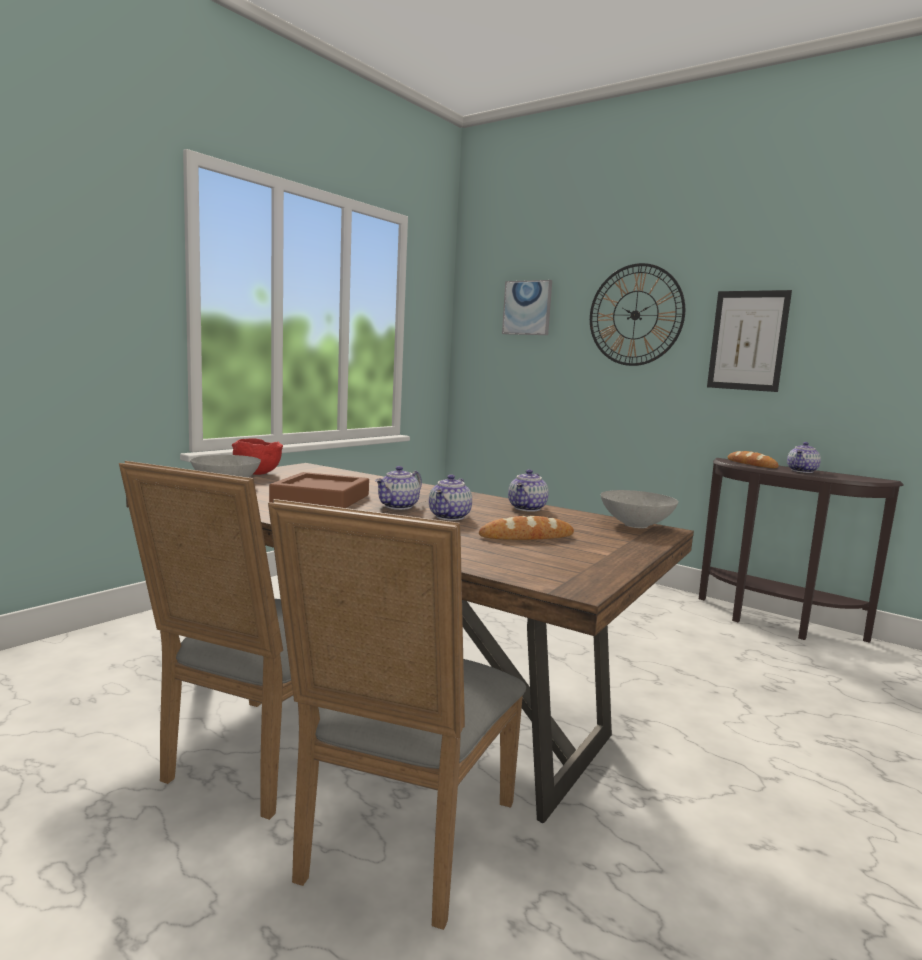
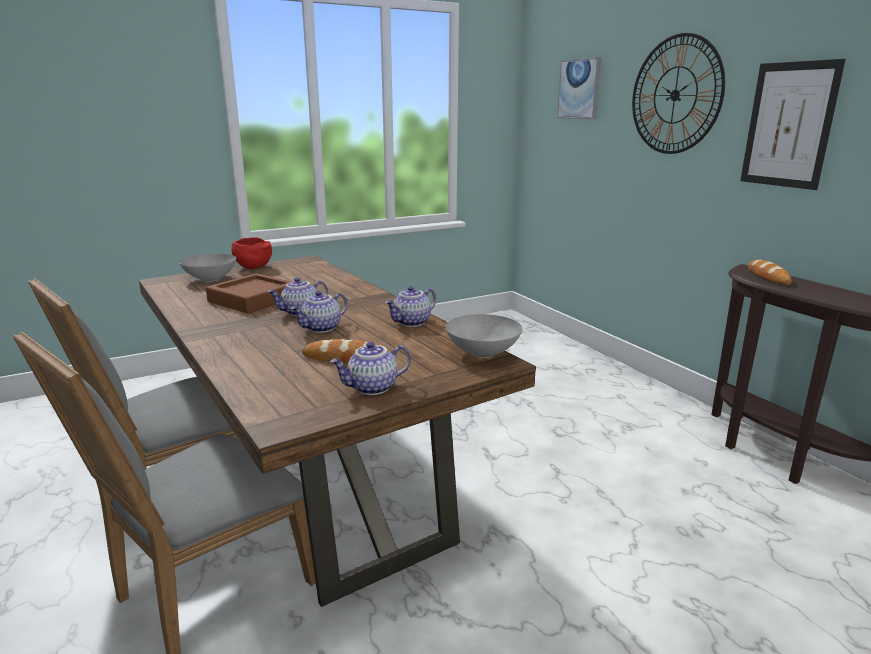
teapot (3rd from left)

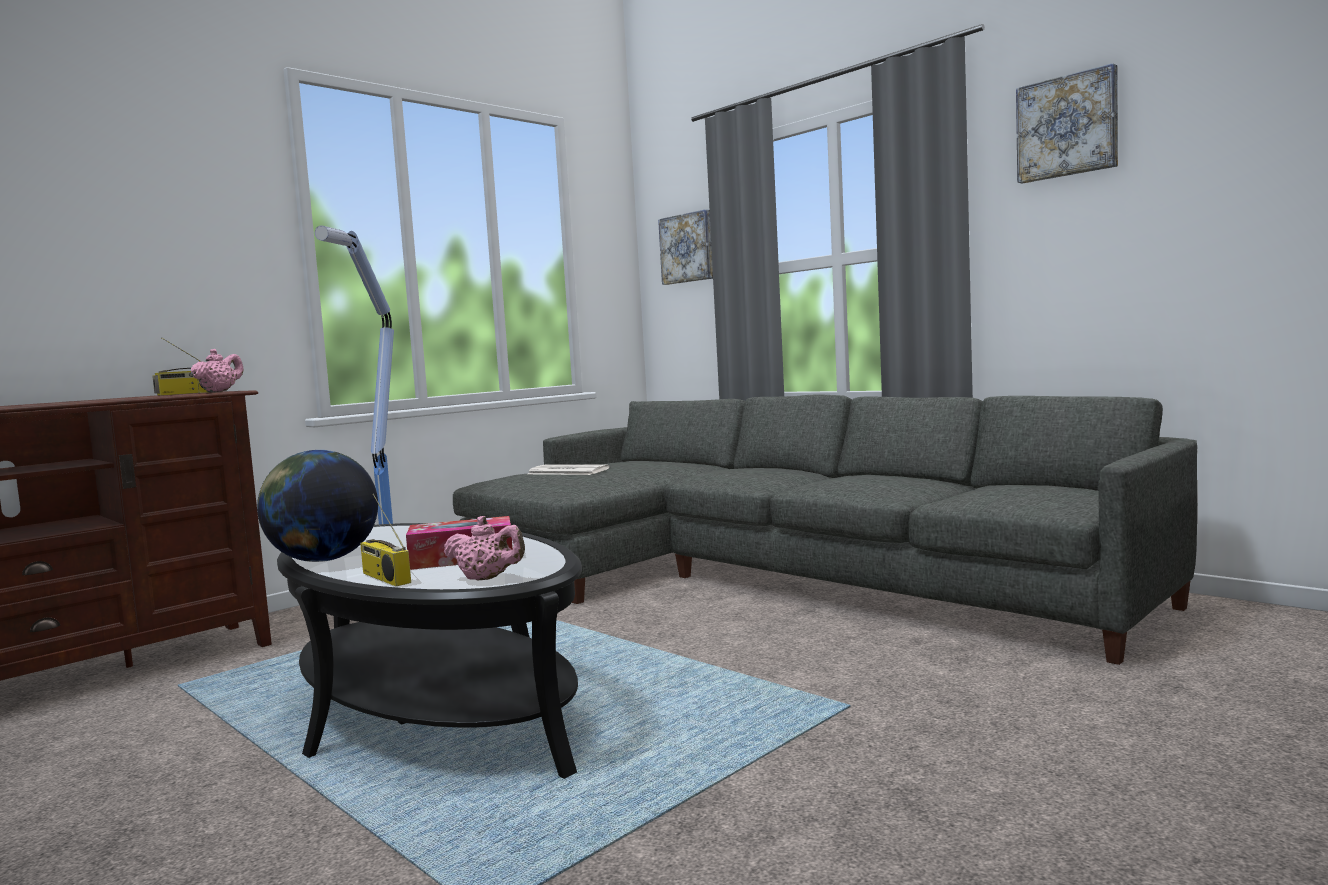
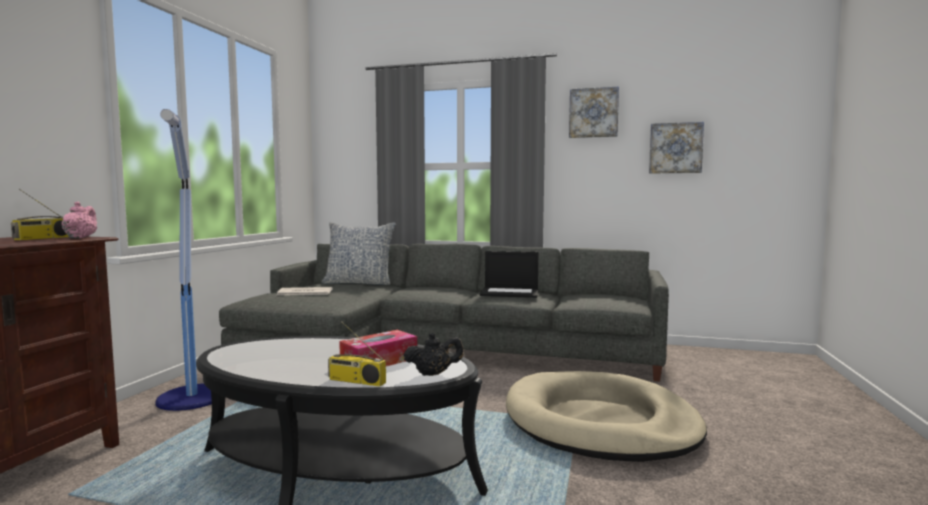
pillow; black teapot; laptop; beige dog bed; picture (2nd from left); globe

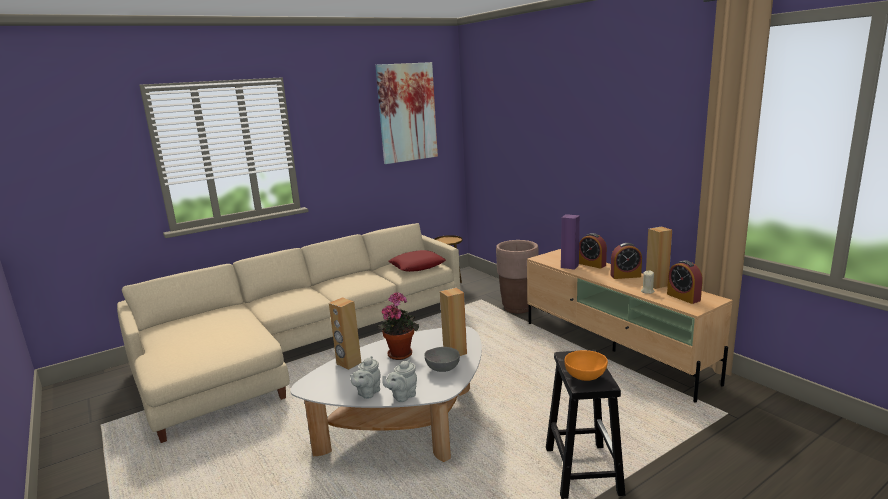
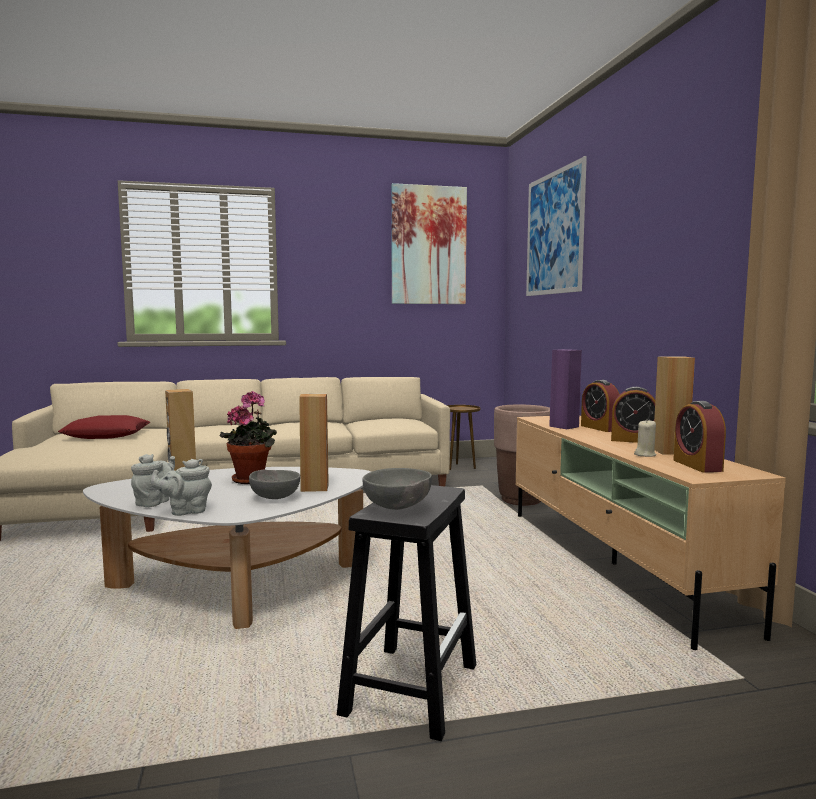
red pillow; grey teapot (1st from left); grey bowl (2nd from left); picture (2nd from left)

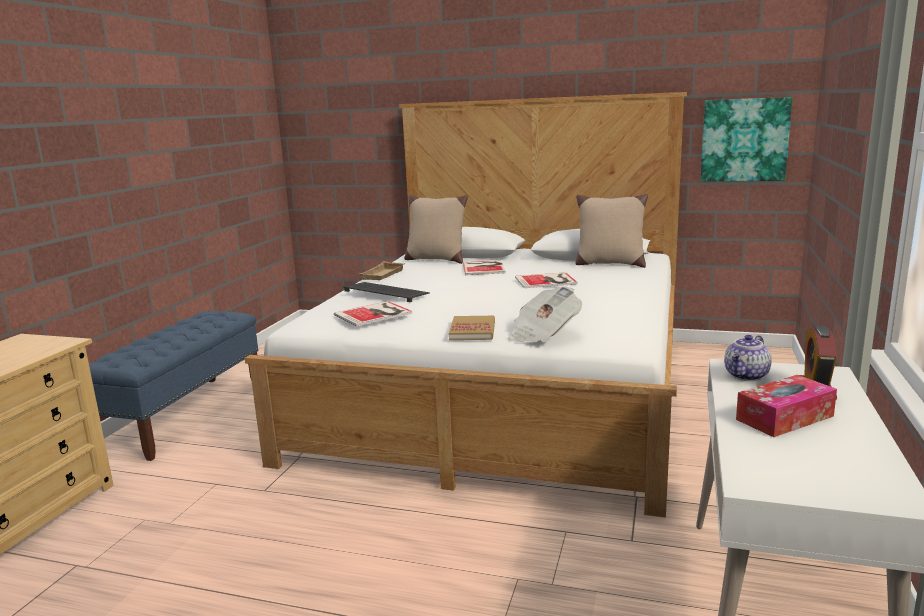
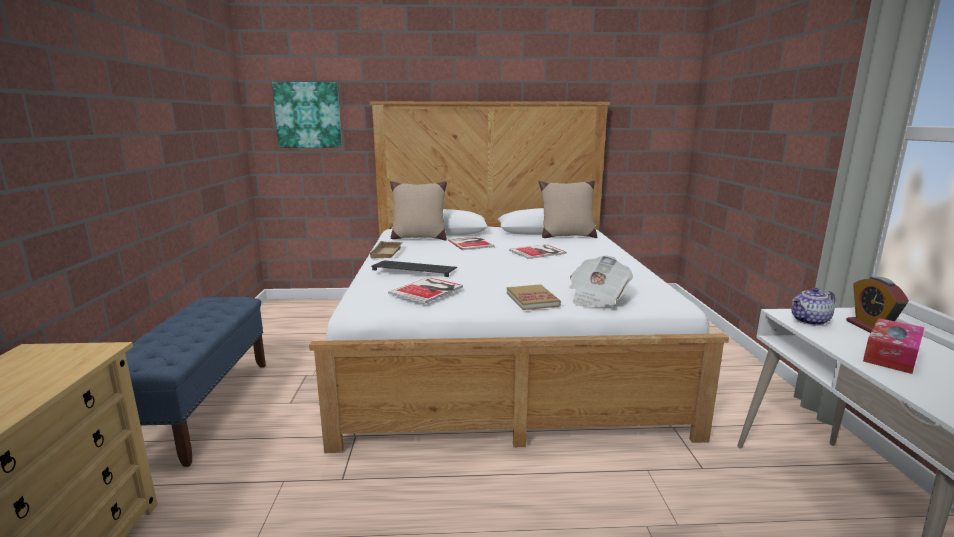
picture; teapot

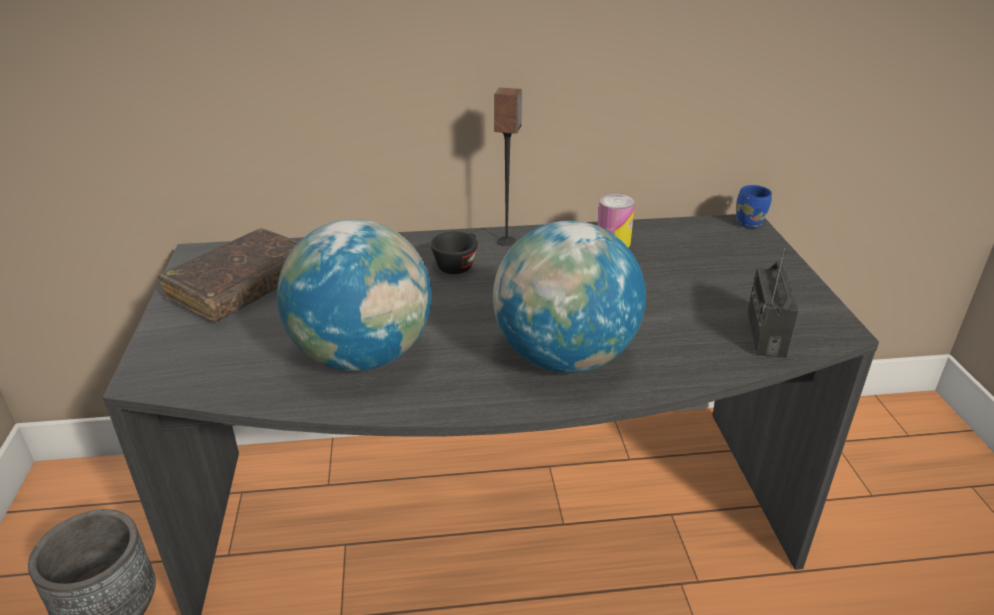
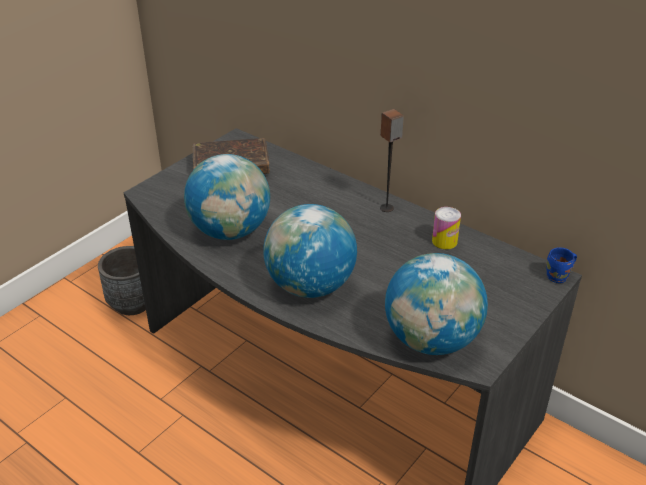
globe (3rd from left); black cup

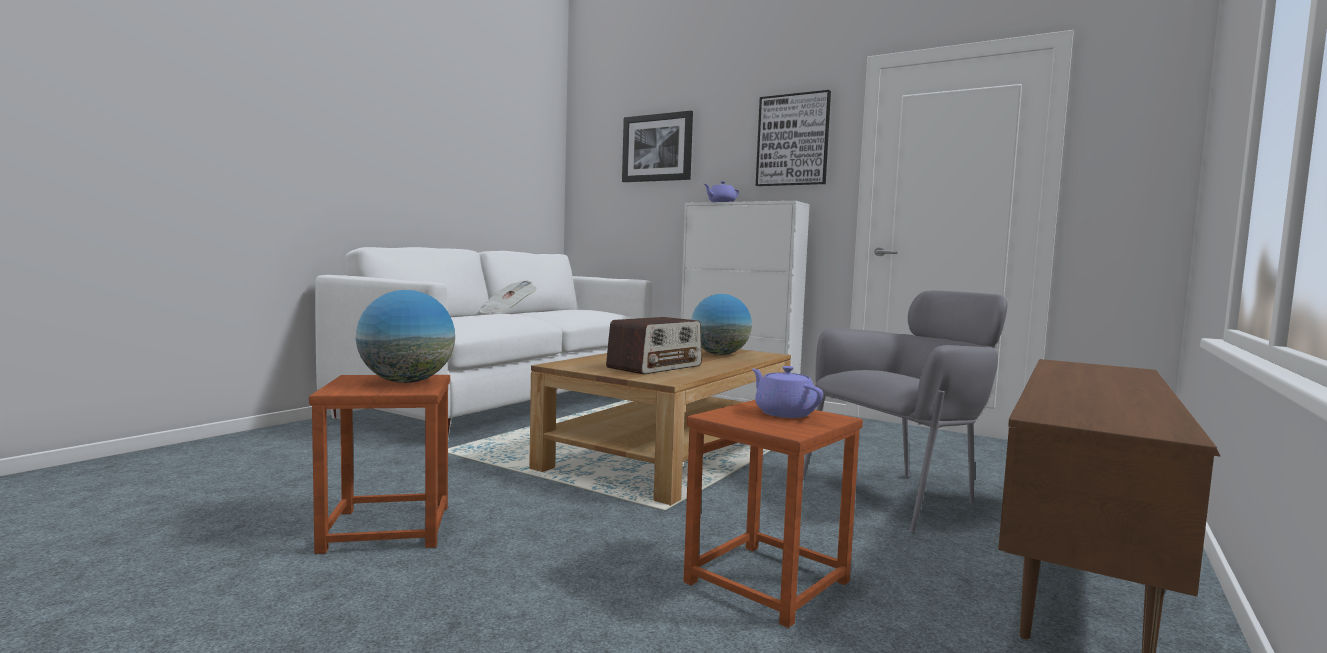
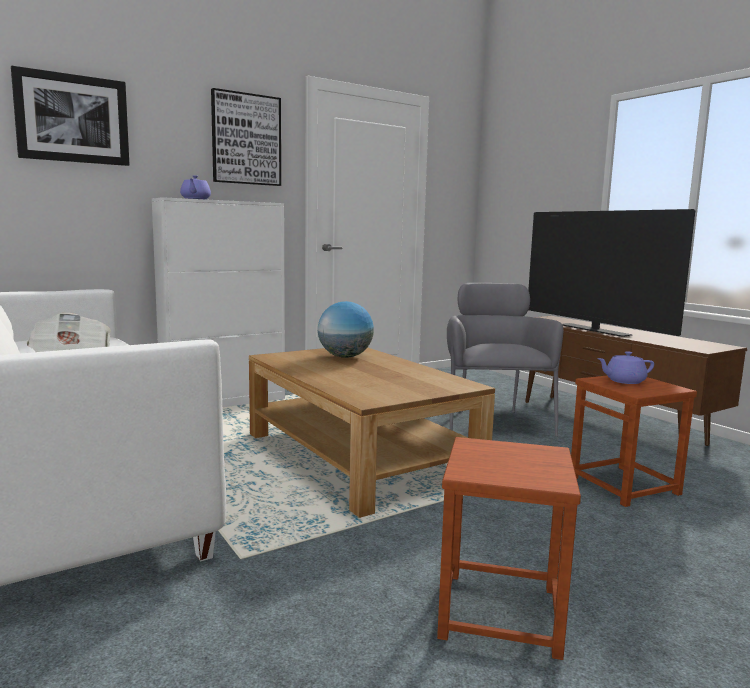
television; globe (1st from left in the first image); radio

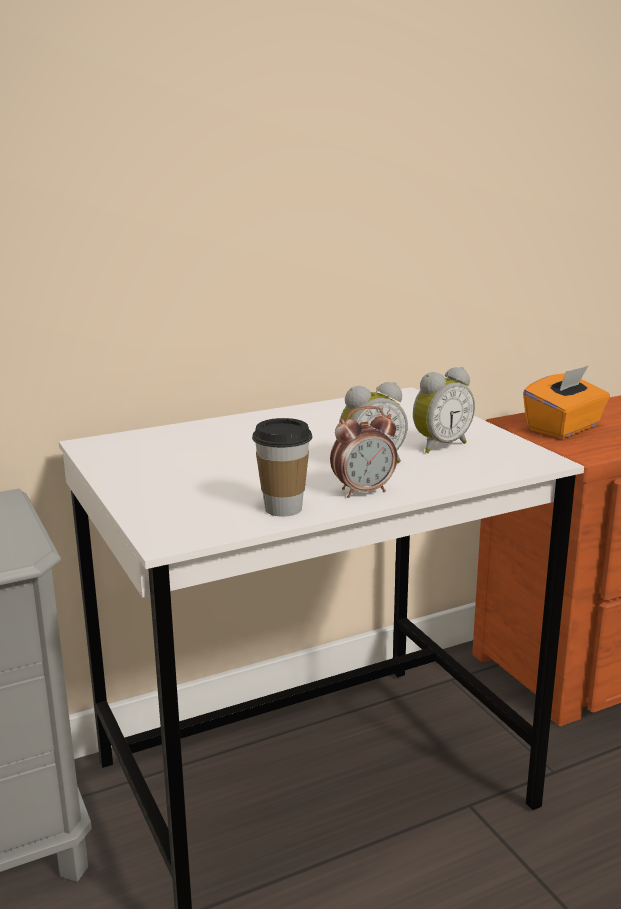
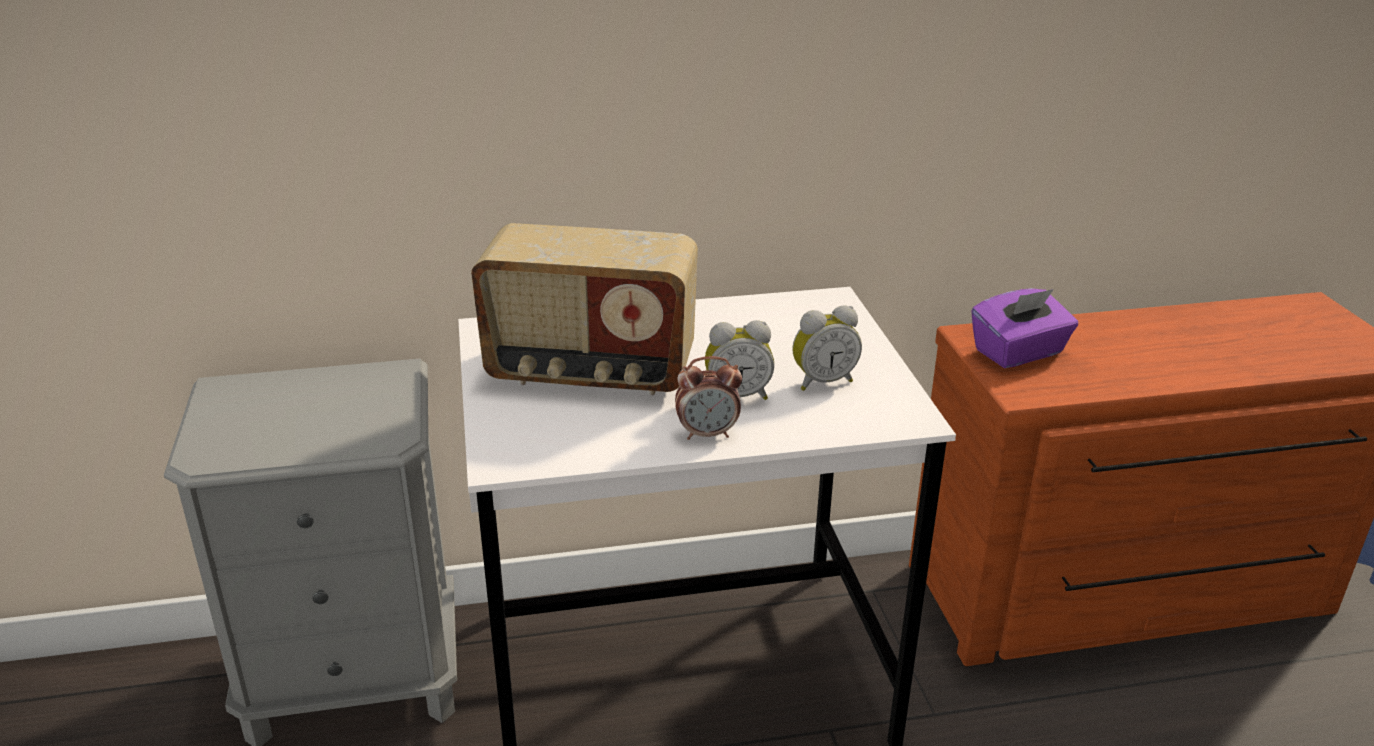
radio; purple tissue box; cup

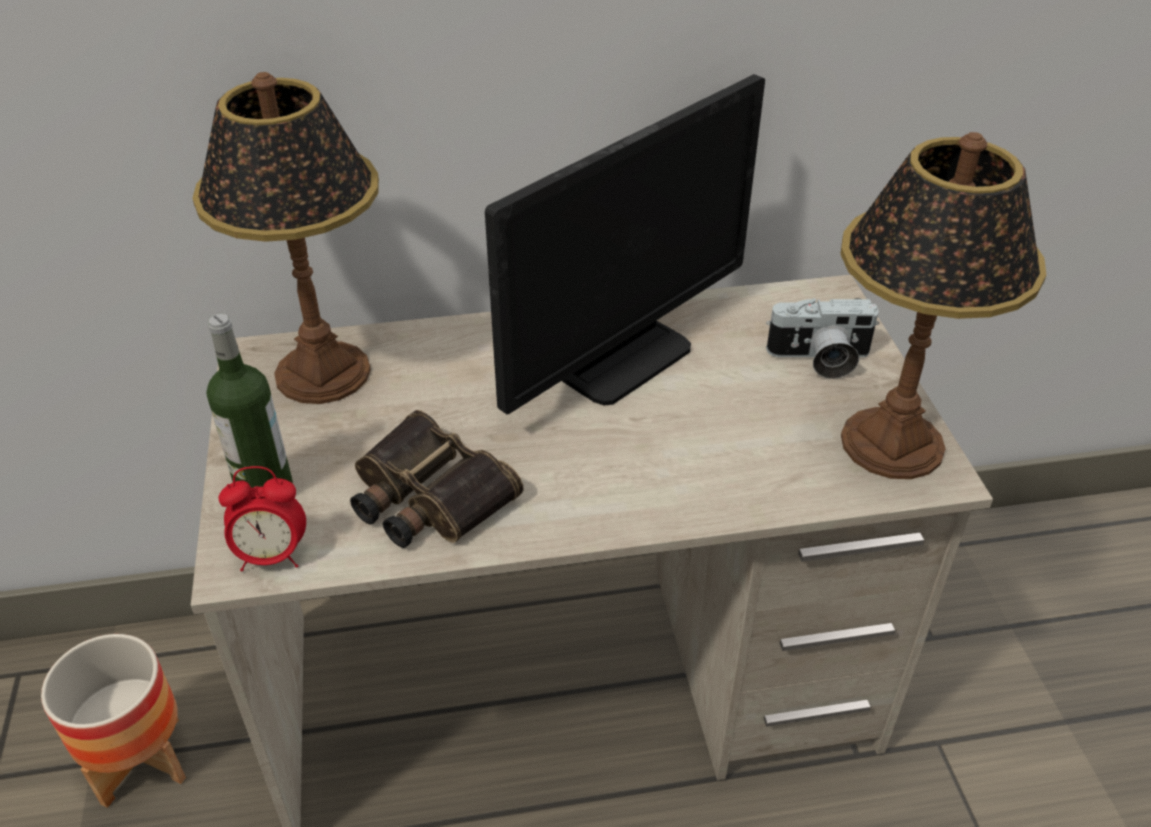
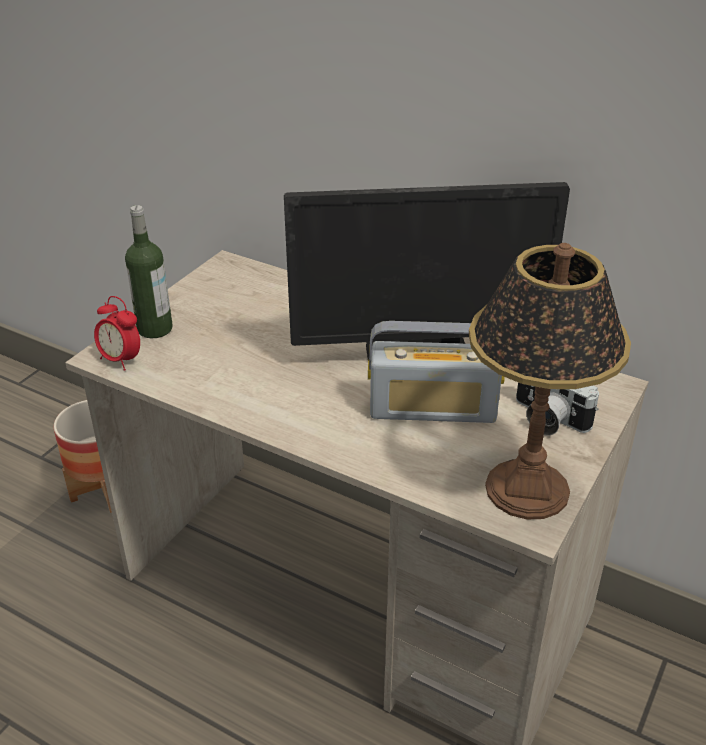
radio; table lamp (1st from left in the first image); binoculars

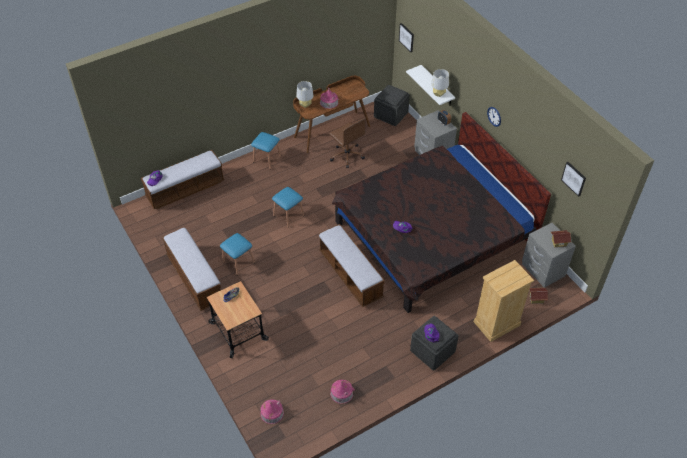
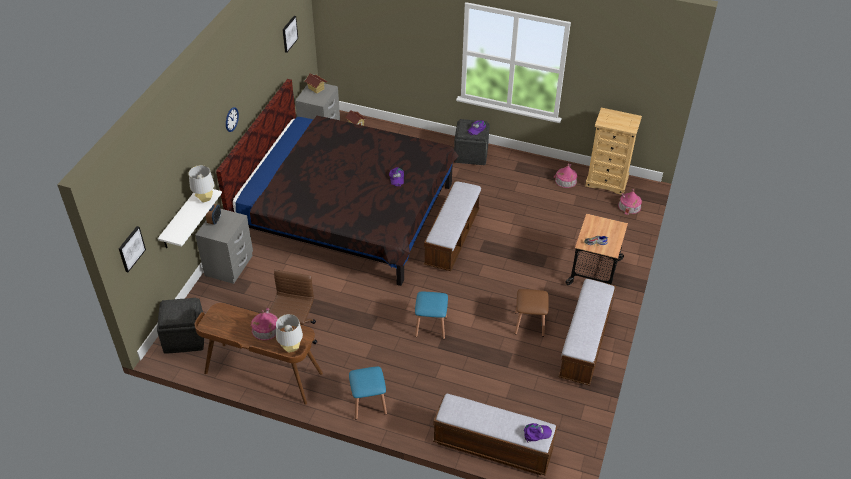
brown stool; beige dresser

